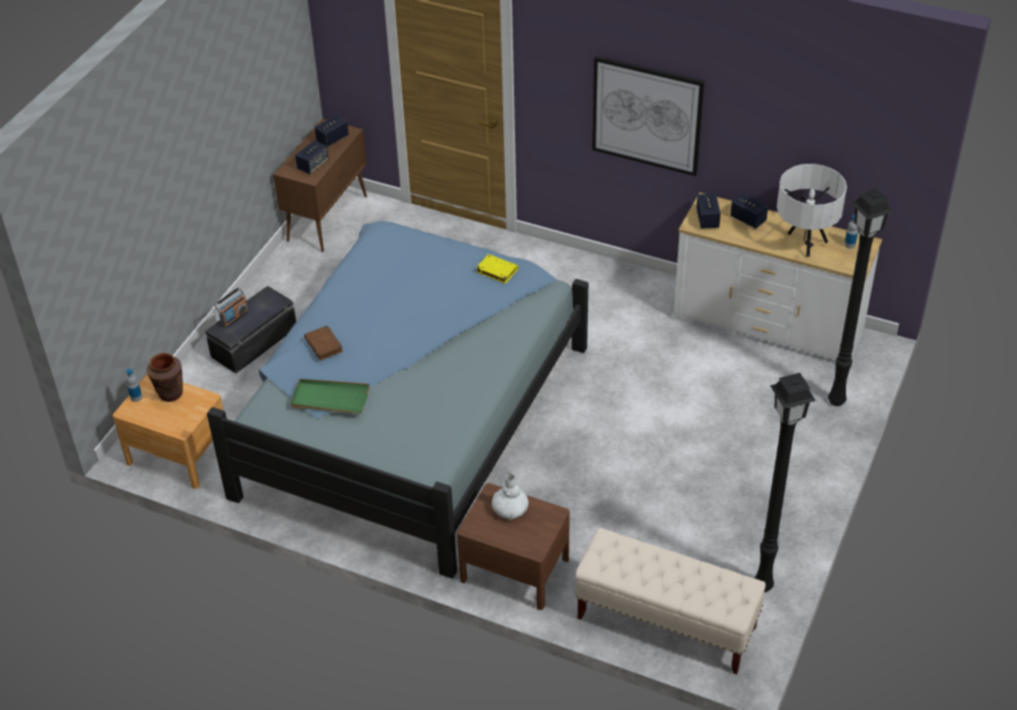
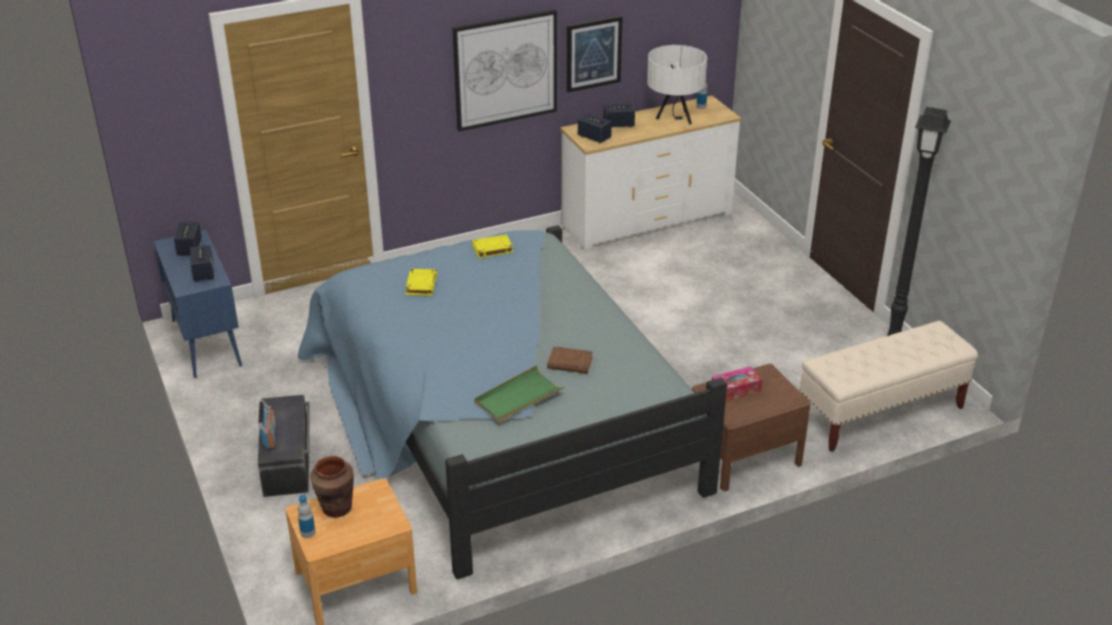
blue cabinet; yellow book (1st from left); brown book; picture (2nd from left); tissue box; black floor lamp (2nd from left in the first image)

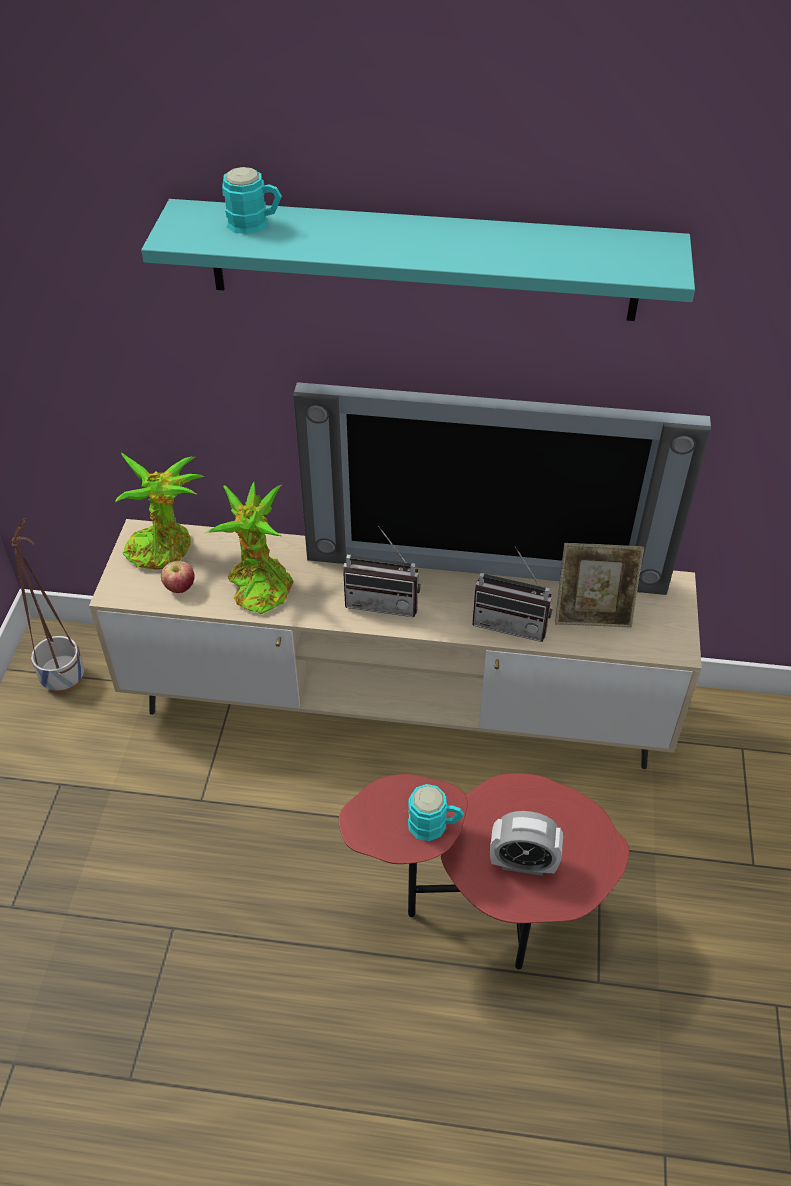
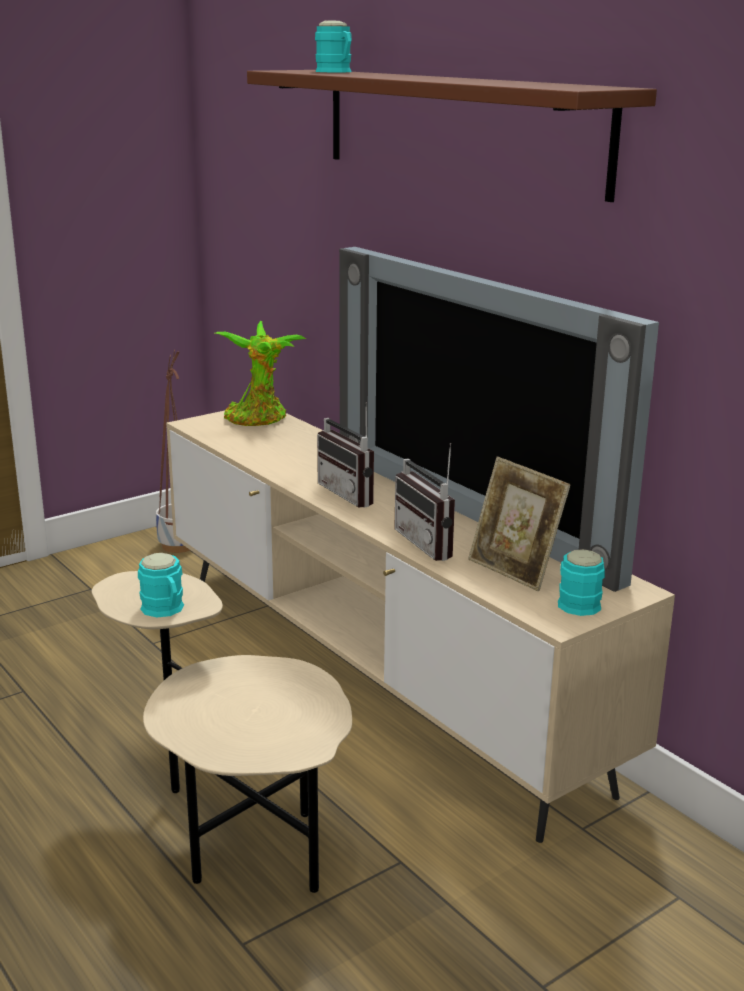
beige side table; brown shelf; turquoise mug (3rd from left); apple; potted plant (2nd from left in the first image); alarm clock

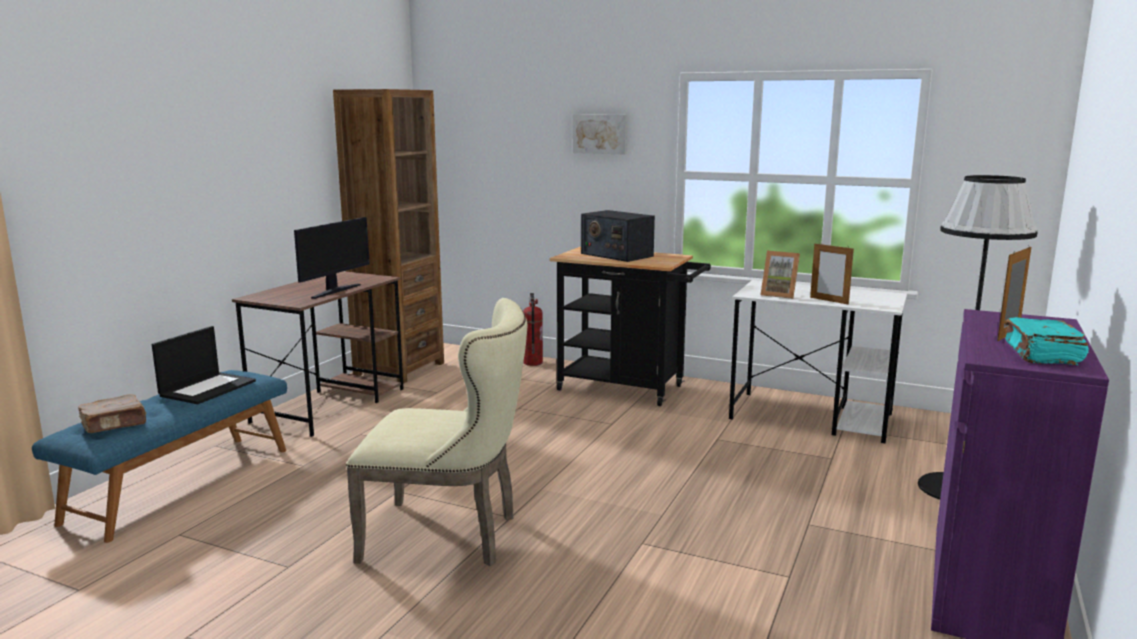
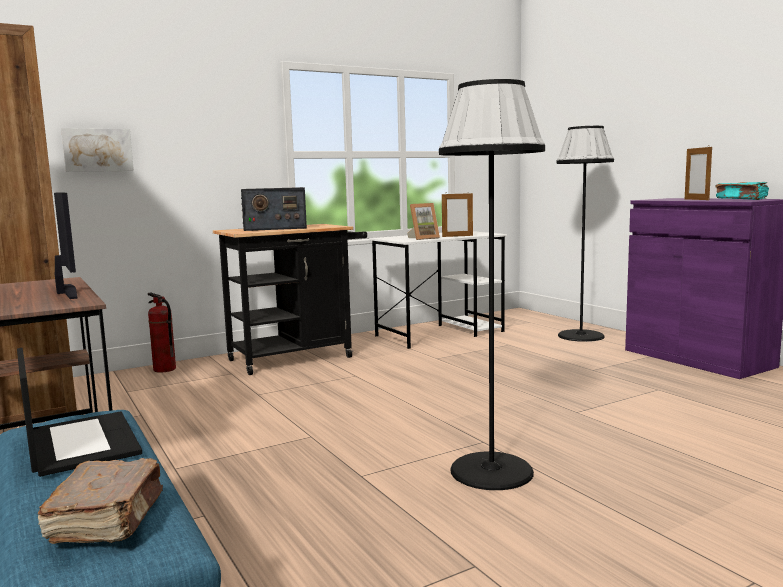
picture; black floor lamp (1st from left)

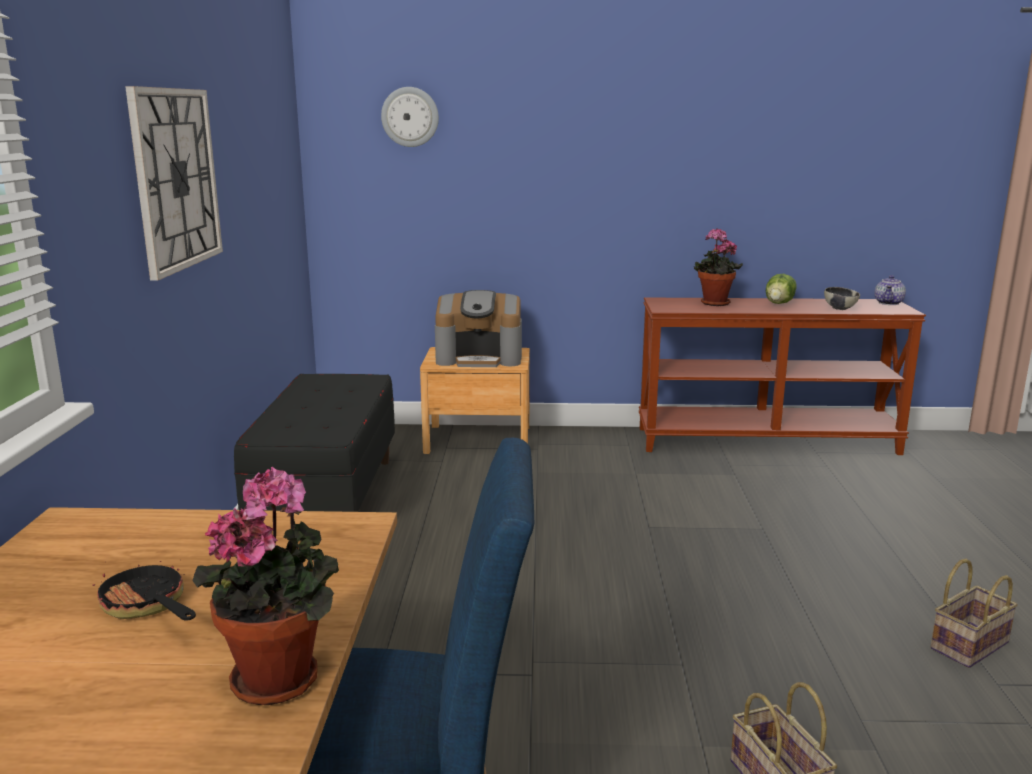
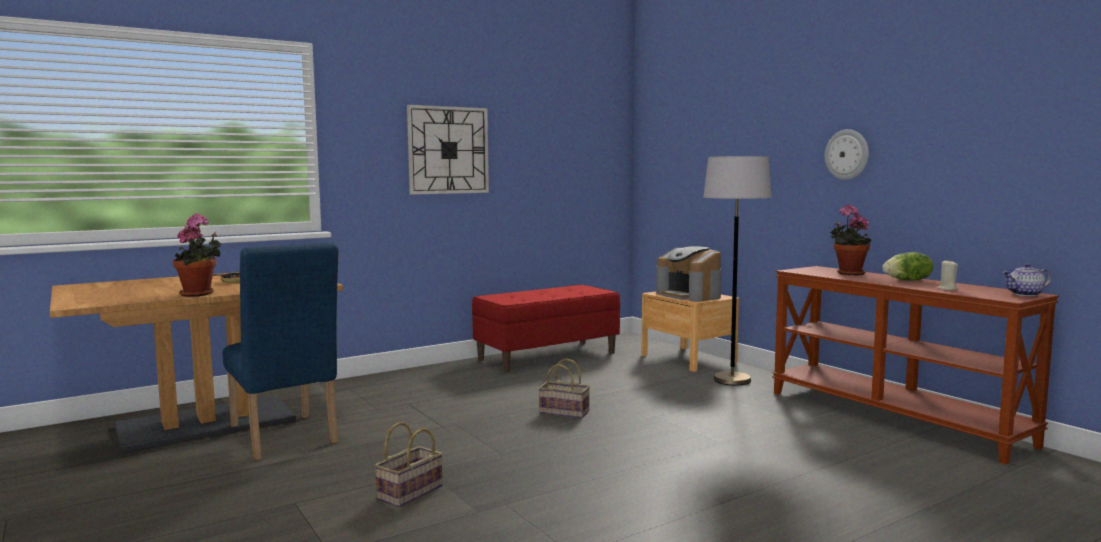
red bench; basket (2nd from left); grey floor lamp; wall clock (2nd from left); beige candle

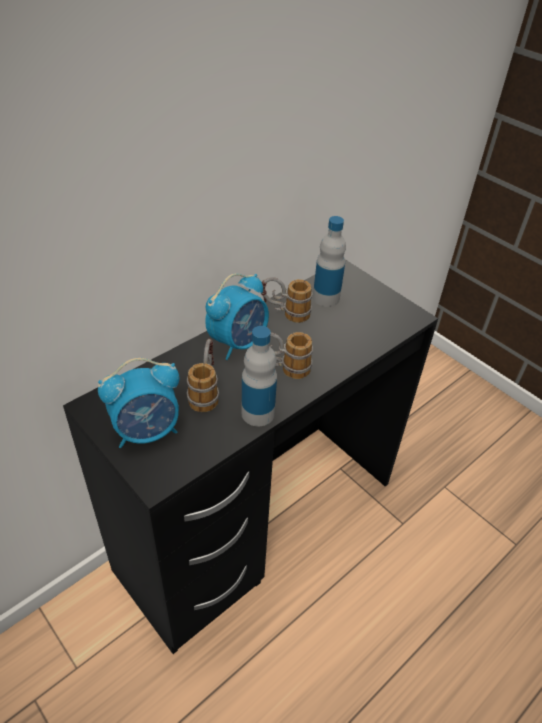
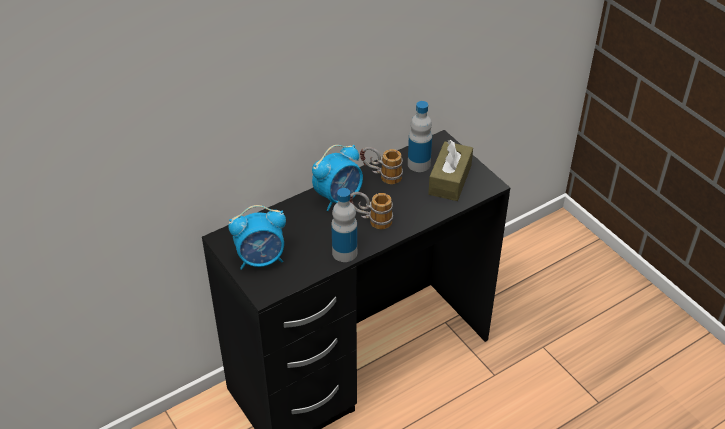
brown tissue box; mug (1st from left in the first image)

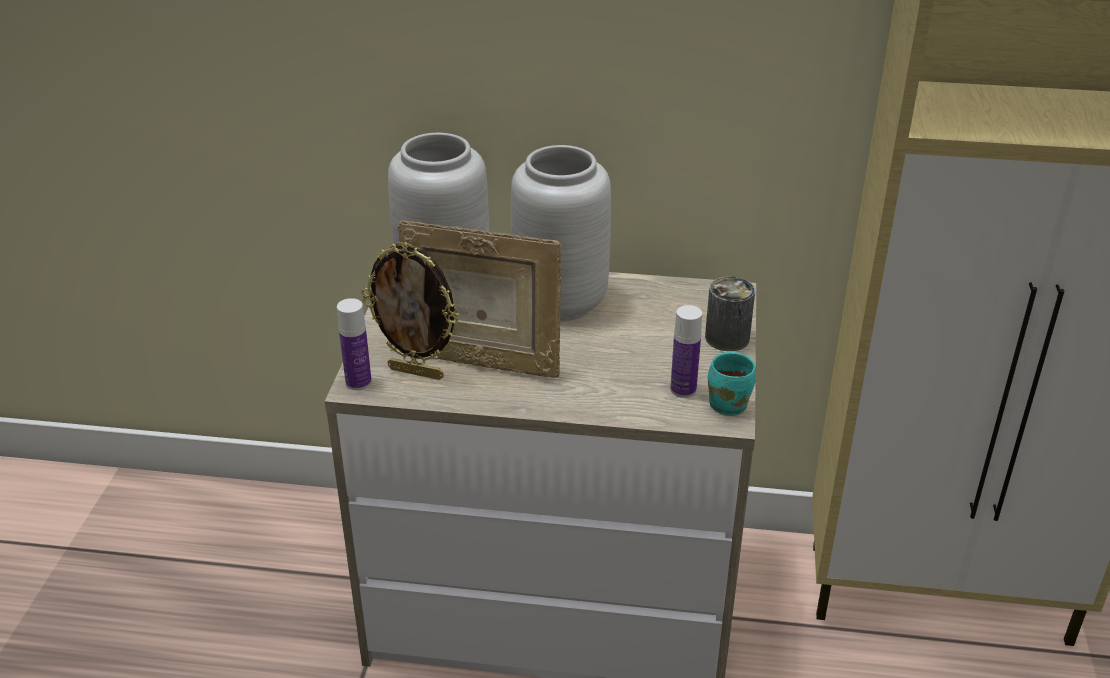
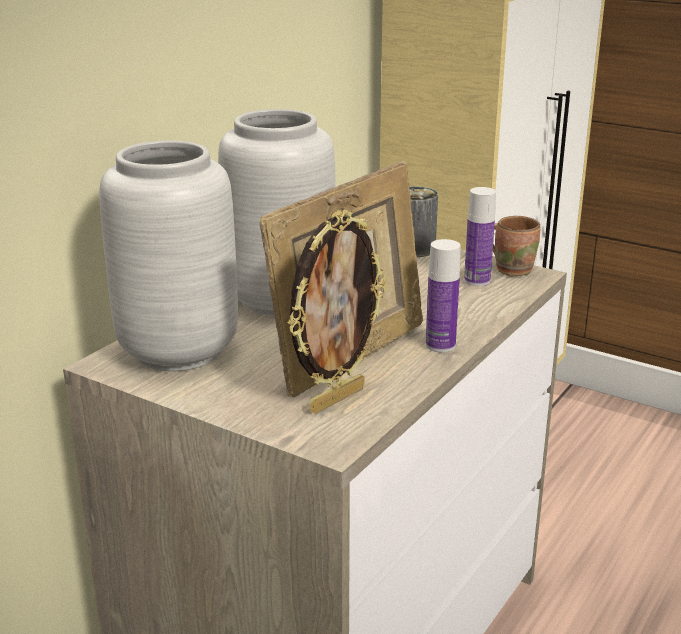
bottle (1st from left); brown mug

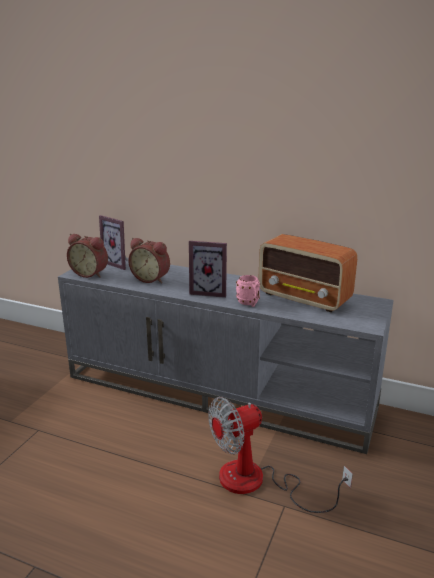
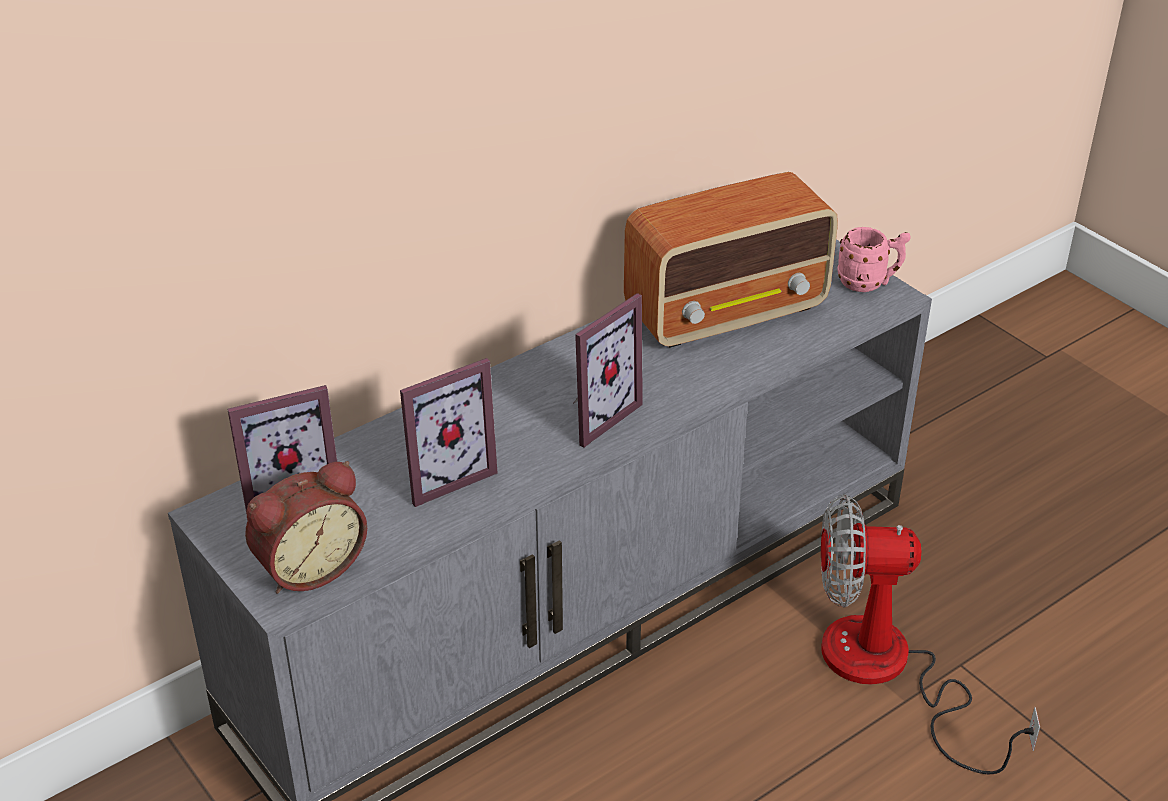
picture frame (2nd from left); fan; pink mug

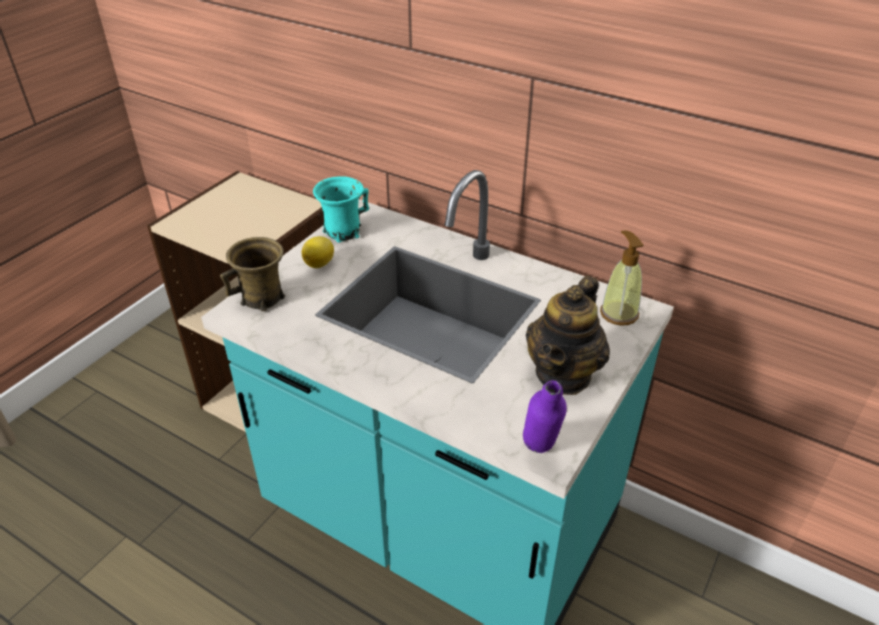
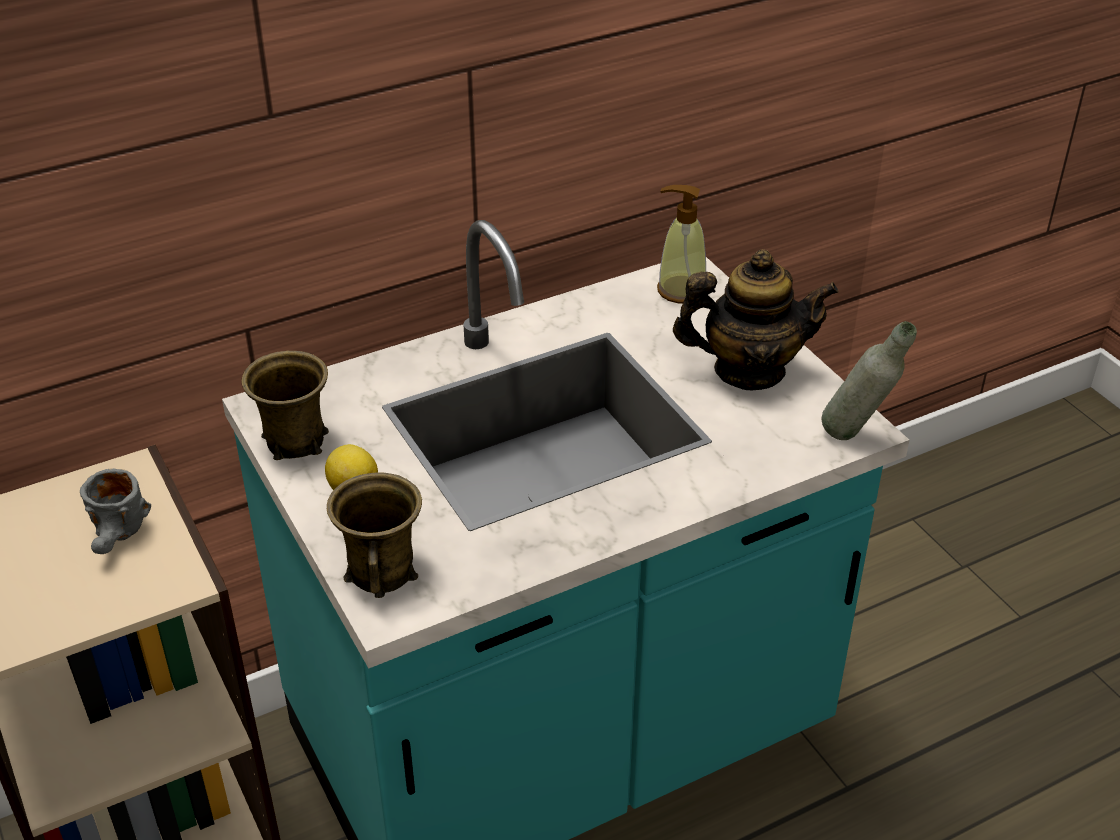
grey mug; brown mug (1st from left); teapot; grey bottle

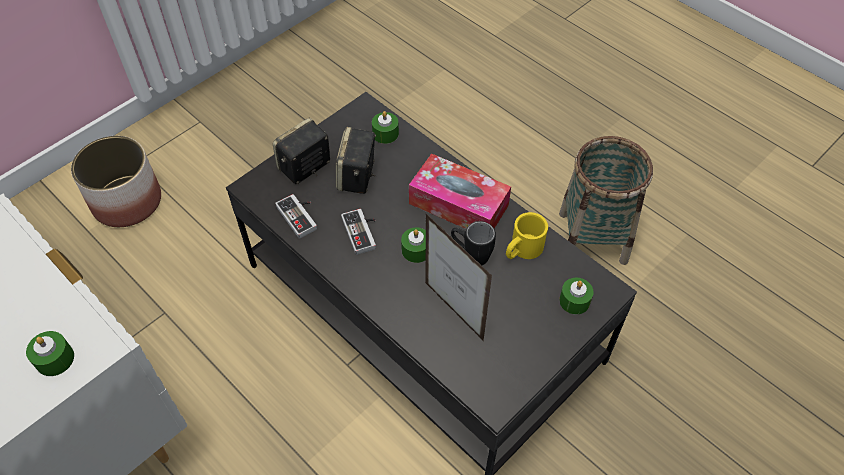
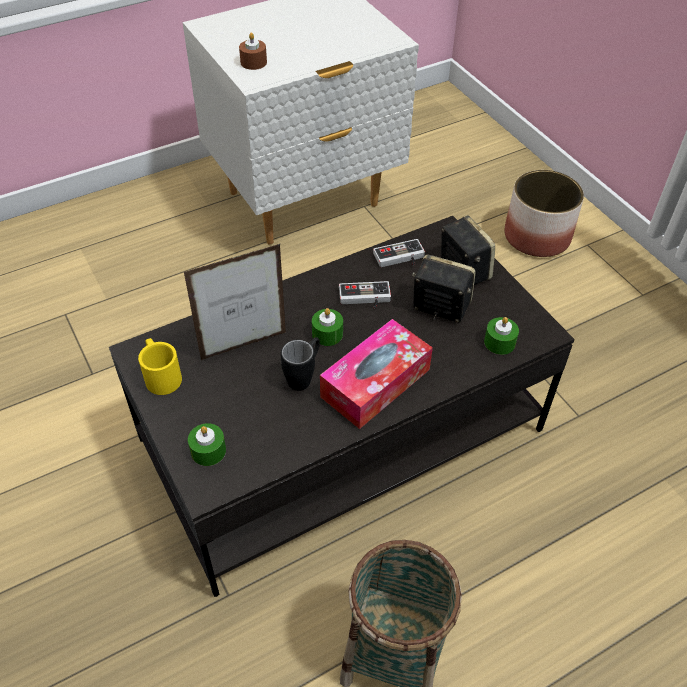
yellow mug; brown candle

